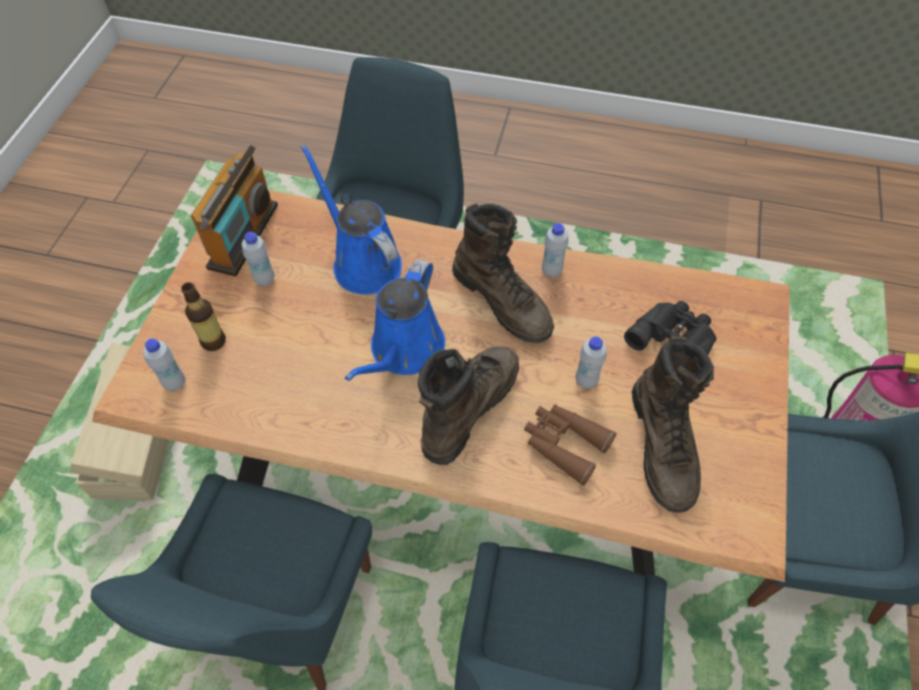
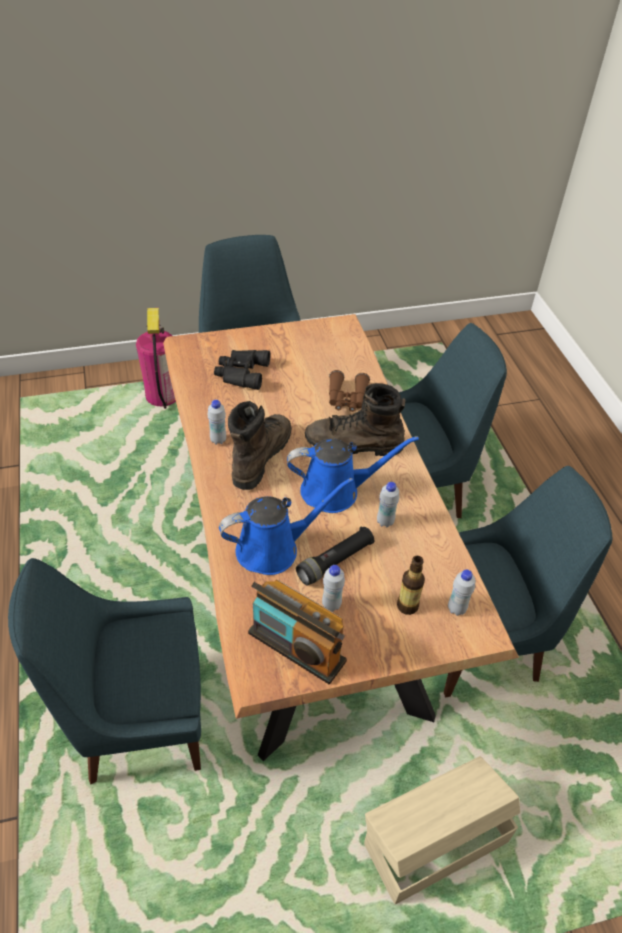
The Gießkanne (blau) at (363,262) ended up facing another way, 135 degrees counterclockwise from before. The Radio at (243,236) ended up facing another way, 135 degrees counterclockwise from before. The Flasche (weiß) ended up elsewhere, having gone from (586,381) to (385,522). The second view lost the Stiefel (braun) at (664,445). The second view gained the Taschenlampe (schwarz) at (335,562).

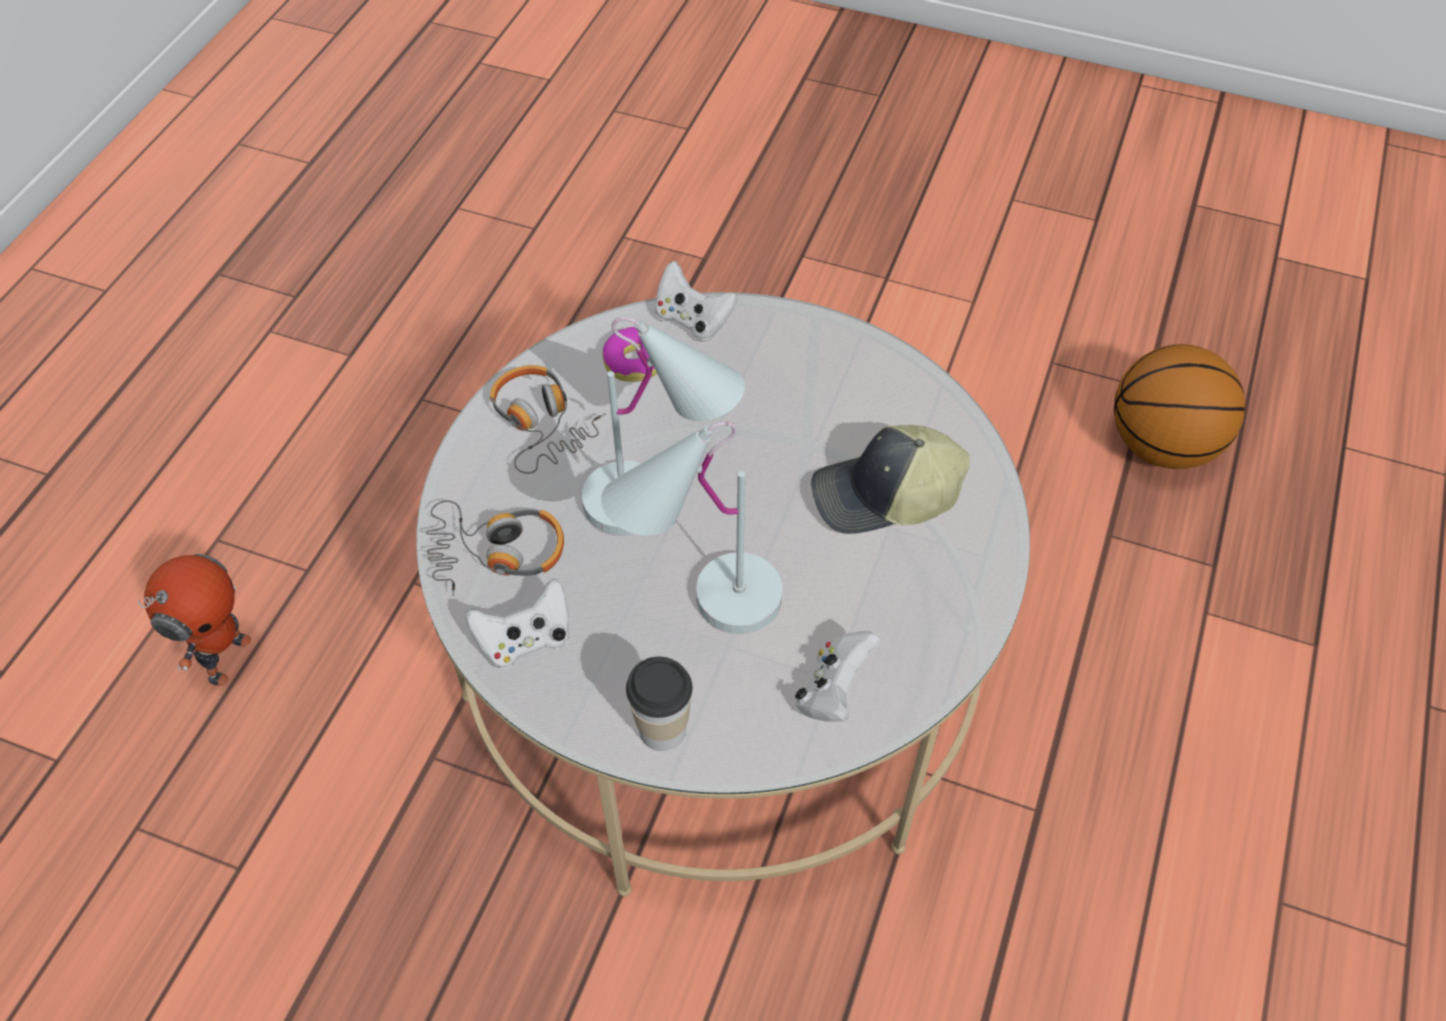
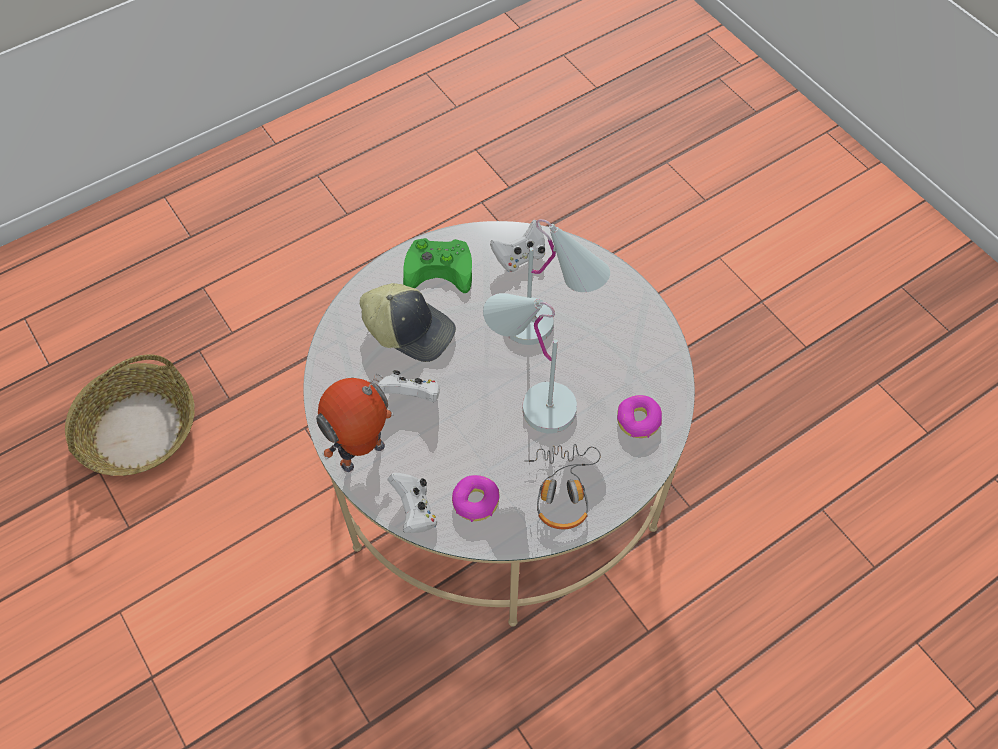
Where the Basketball stood at (1162,446), the Korb came to stand at (138,429). Where the Kopfhörer stood at (497,552), the Donut came to stand at (638,420). The Spielzeugroboter ended up elsewhere, having gone from (226,658) to (364,457). The Gamepad (weiß) ended up elsewhere, having gone from (525,640) to (412,396). The second view lost the Tasse at (662,729). The second view gained the Gamepad (grün) at (441,267).

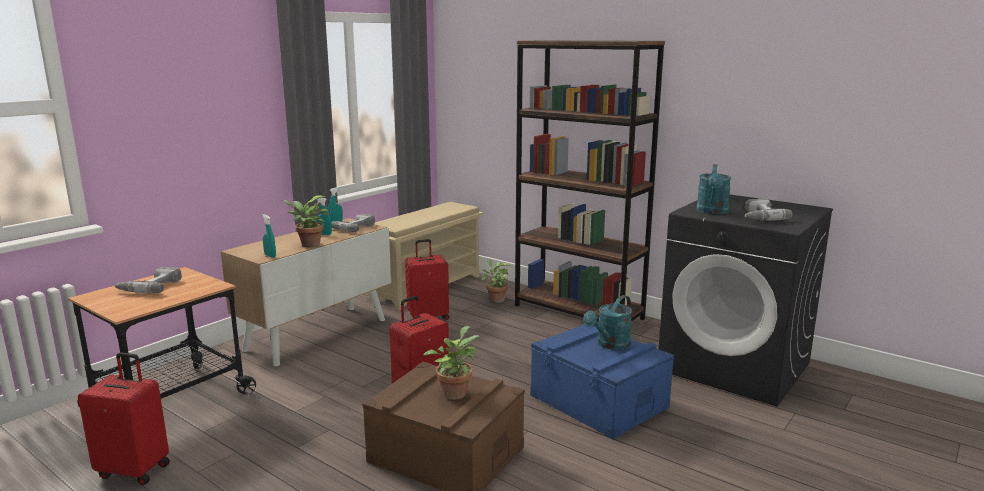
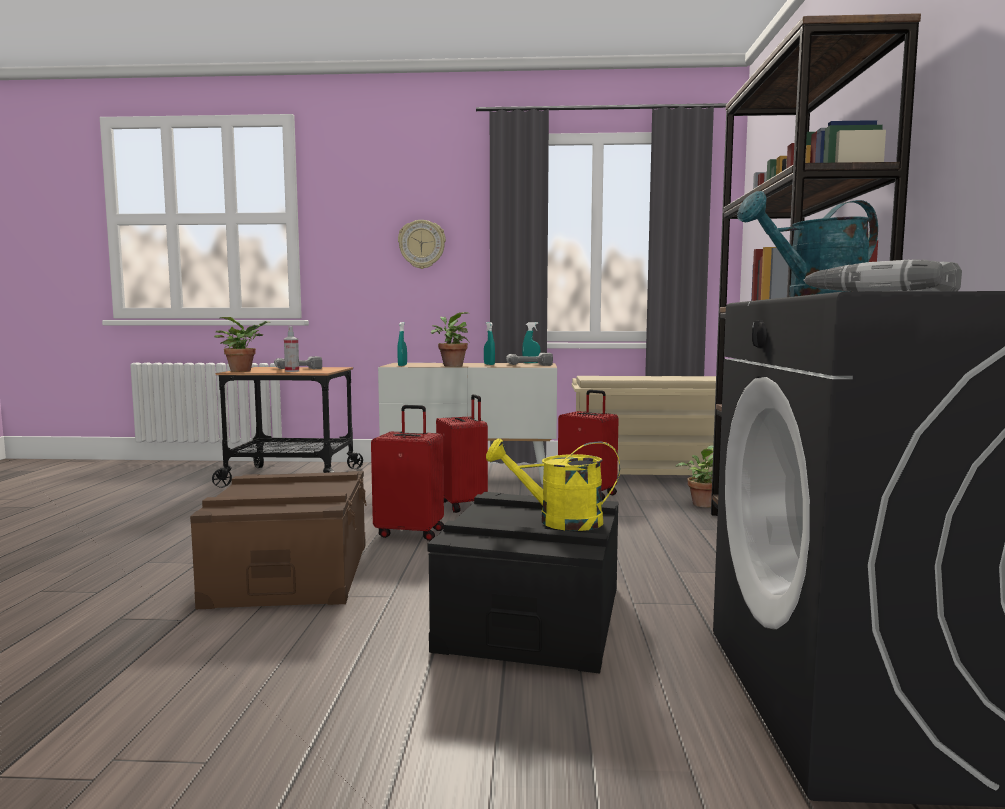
What was the Gießkanne (türkis) at (610,345) turned into the Gießkanne (gelb) at (558,521). What was the Aufbewahrungsbox (blau) at (599,401) turned into the Aufbewahrungsbox (schwarz) at (533,617). The Topfpflanze ended up elsewhere, having gone from (454,392) to (243,371). The Koffer (rot) ended up elsewhere, having gone from (135,470) to (463,505). The second view gained the Wanduhr at (422,244). The second view gained the Sprühflasche at (292,371).

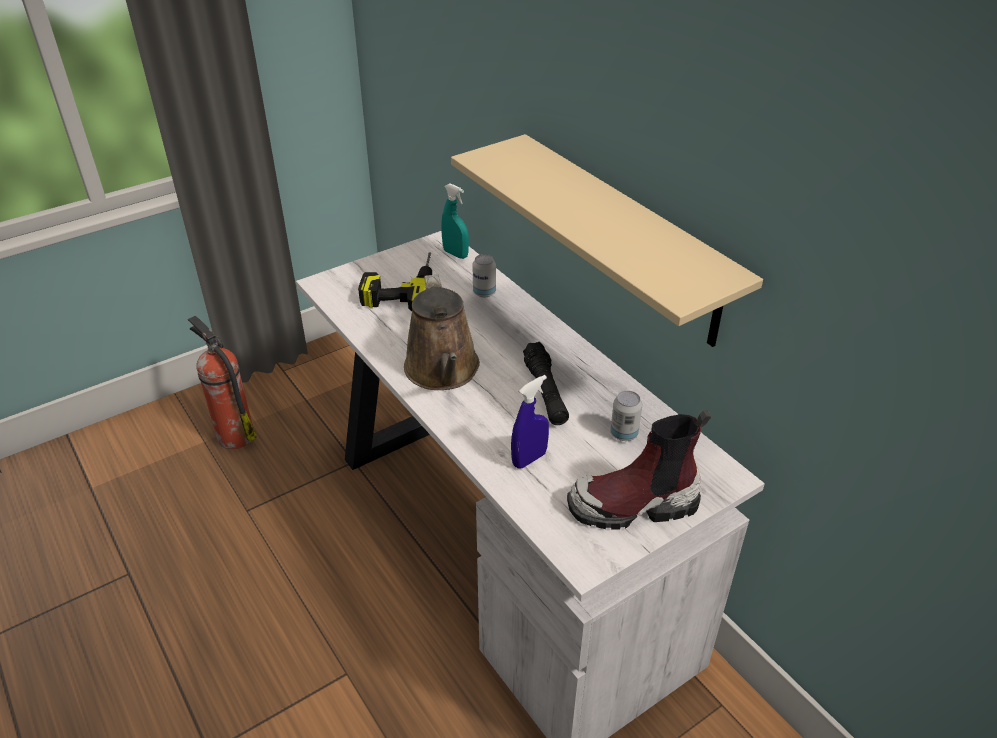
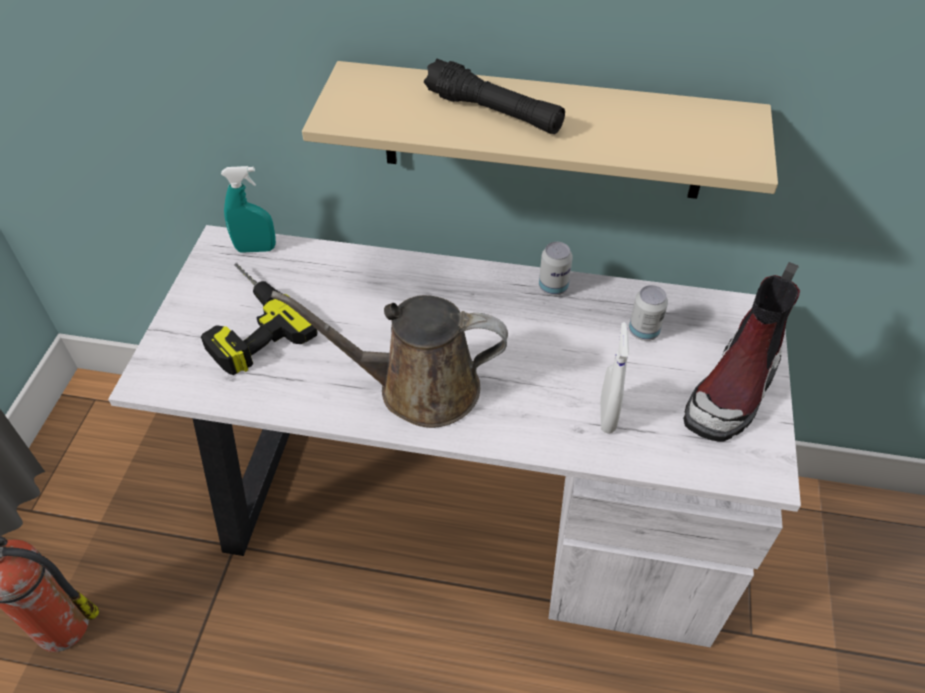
The Dose ended up elsewhere, having gone from (484,292) to (553,287). The Gießkanne (braun) at (443,371) ended up facing another way, 150 degrees clockwise from before. The Taschenlampe (schwarz) ended up elsewhere, having gone from (545,392) to (493,112). What was the Sprühflasche (blau) at (529,459) turned into the Sprühflasche (weiß) at (607,416).

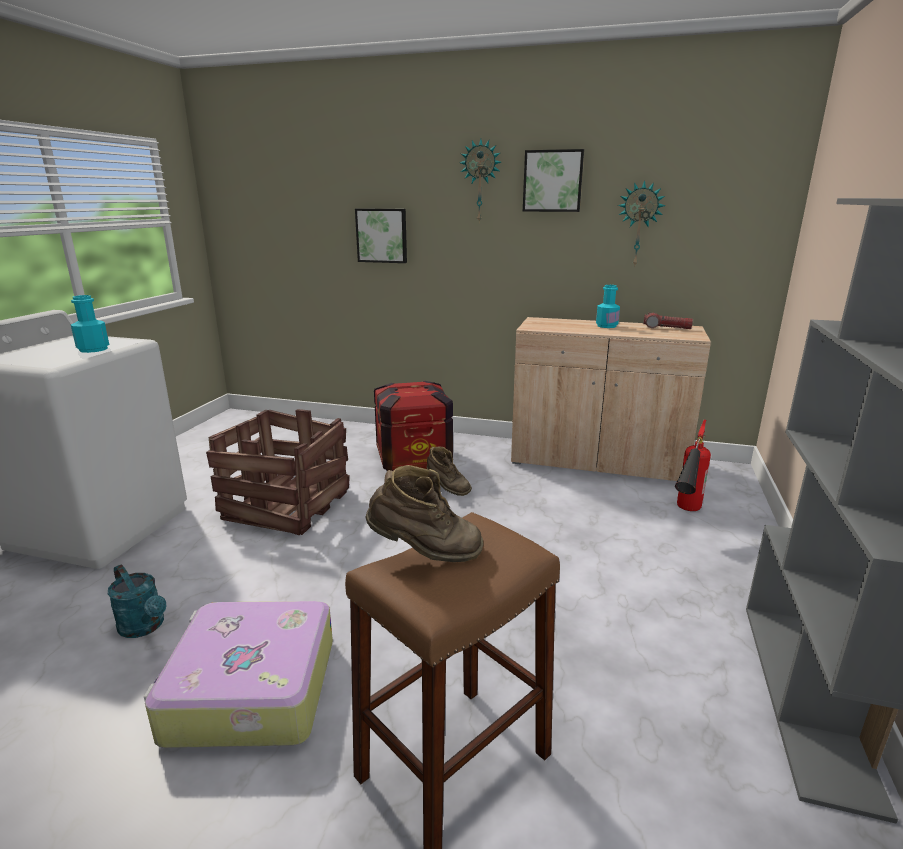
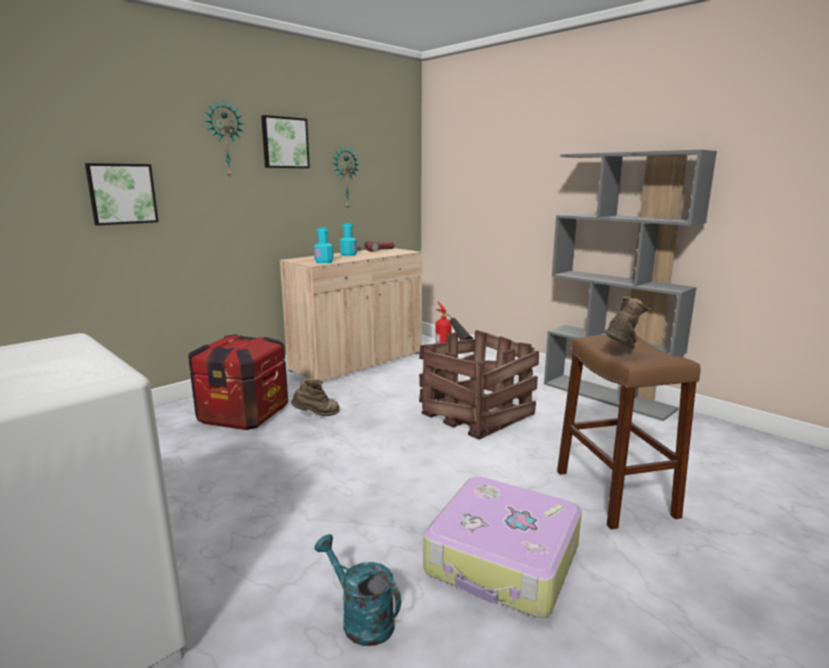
The Flasche (türkis) ended up elsewhere, having gone from (93,349) to (324,262). The Kiste ended up elsewhere, having gone from (286,506) to (477,414). The Gießkanne (türkis) at (145,627) ended up facing another way, 120 degrees counterclockwise from before.

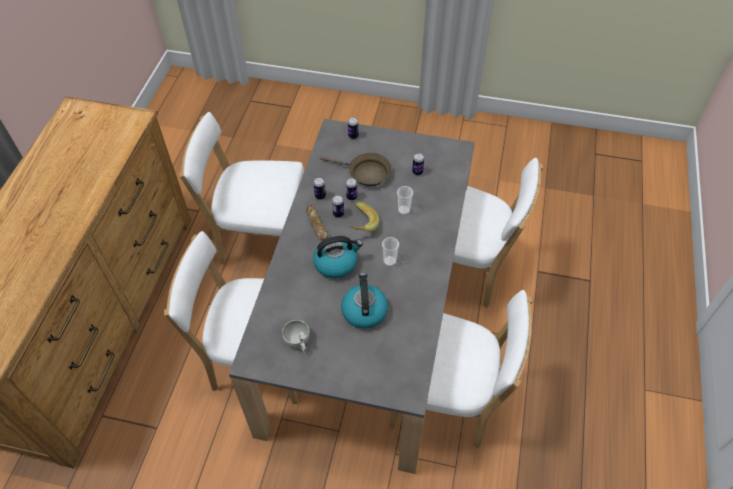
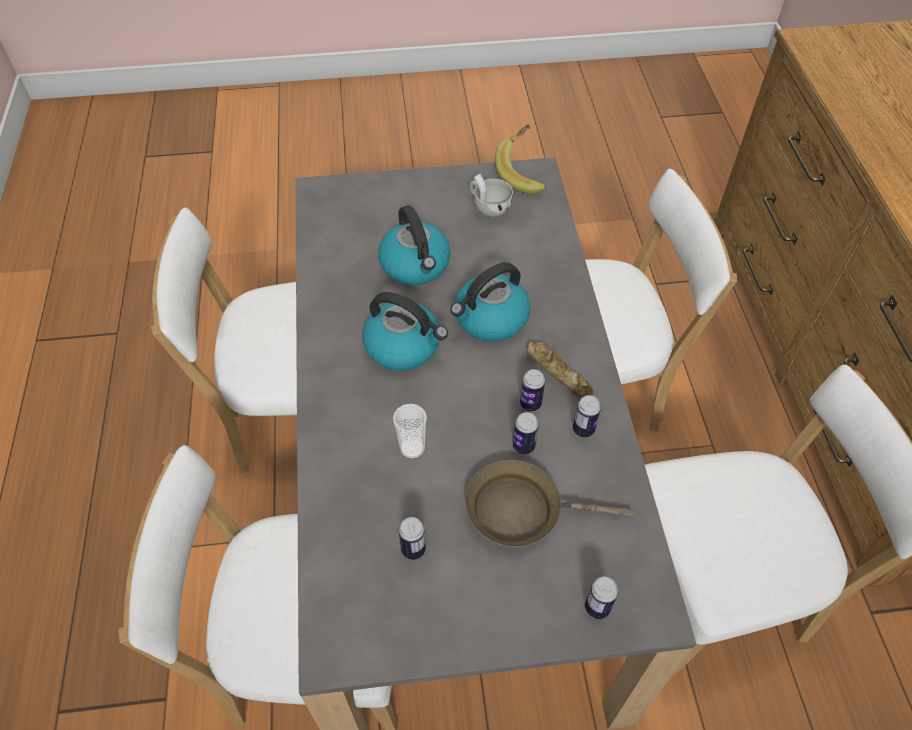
The Banane ended up elsewhere, having gone from (360,225) to (524,172). Where the Tasse stood at (390,261), the Wasserkessel came to stand at (404,346).

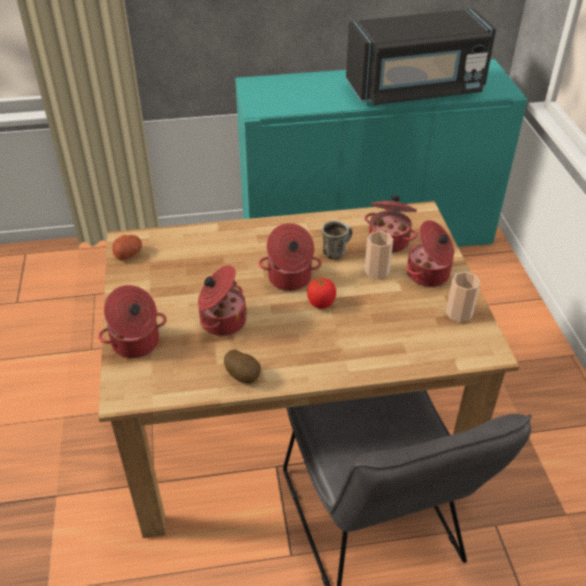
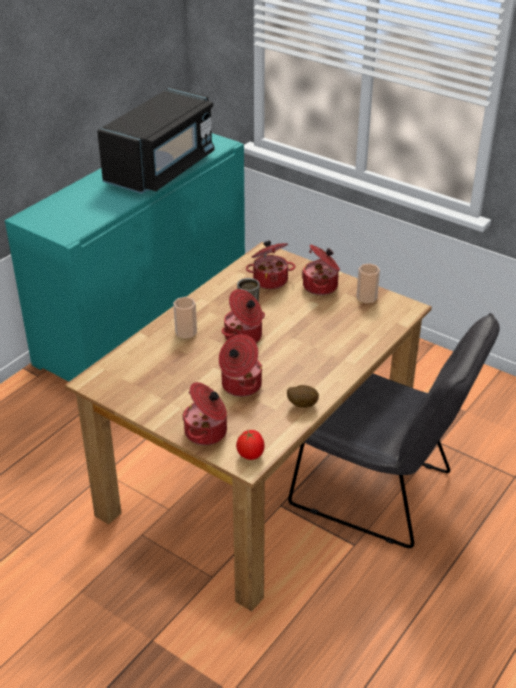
The Tasse ended up elsewhere, having gone from (376,271) to (186,332). The second view lost the Kartoffel at (128,253). The Tomate ended up elsewhere, having gone from (321,303) to (250,454).

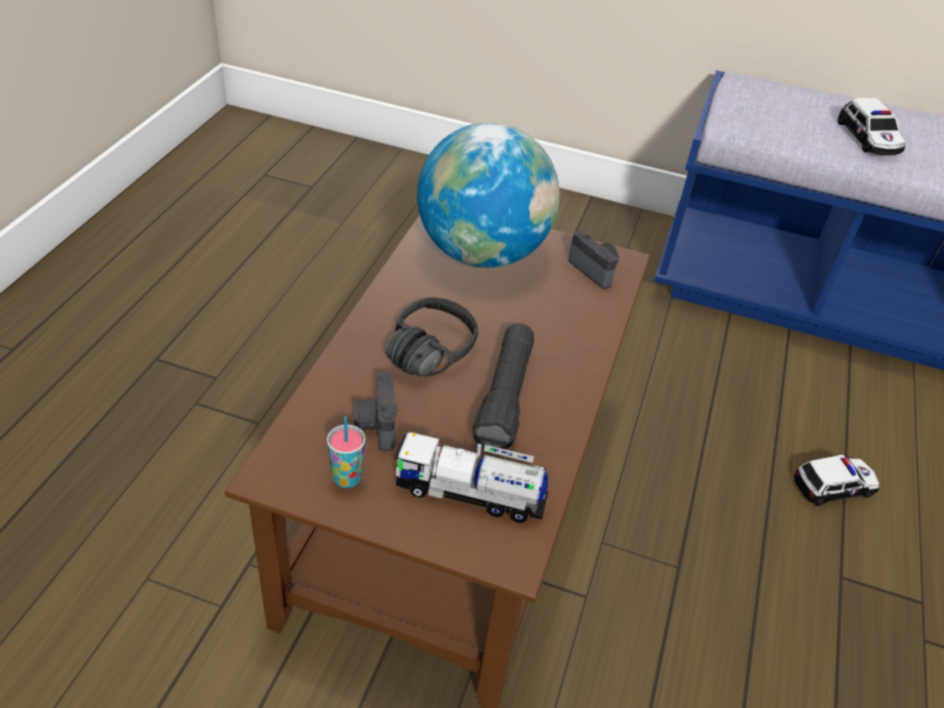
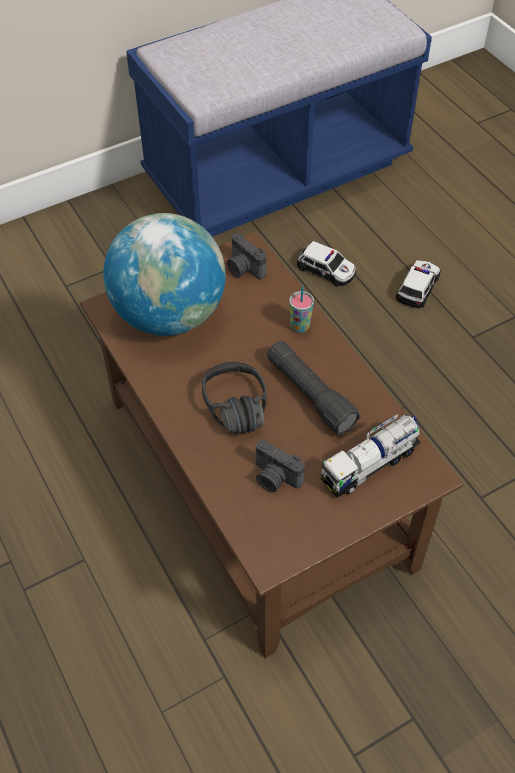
The Spielzeugauto ended up elsewhere, having gone from (868,138) to (326,270). The Kamera at (595,270) ended up facing another way, 135 degrees counterclockwise from before. The Tasse ended up elsewhere, having gone from (347,478) to (300,326).

